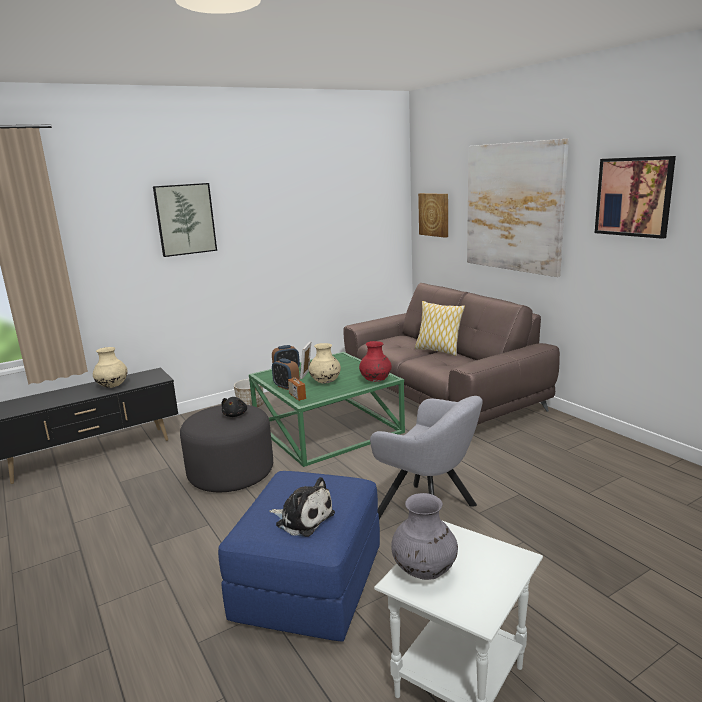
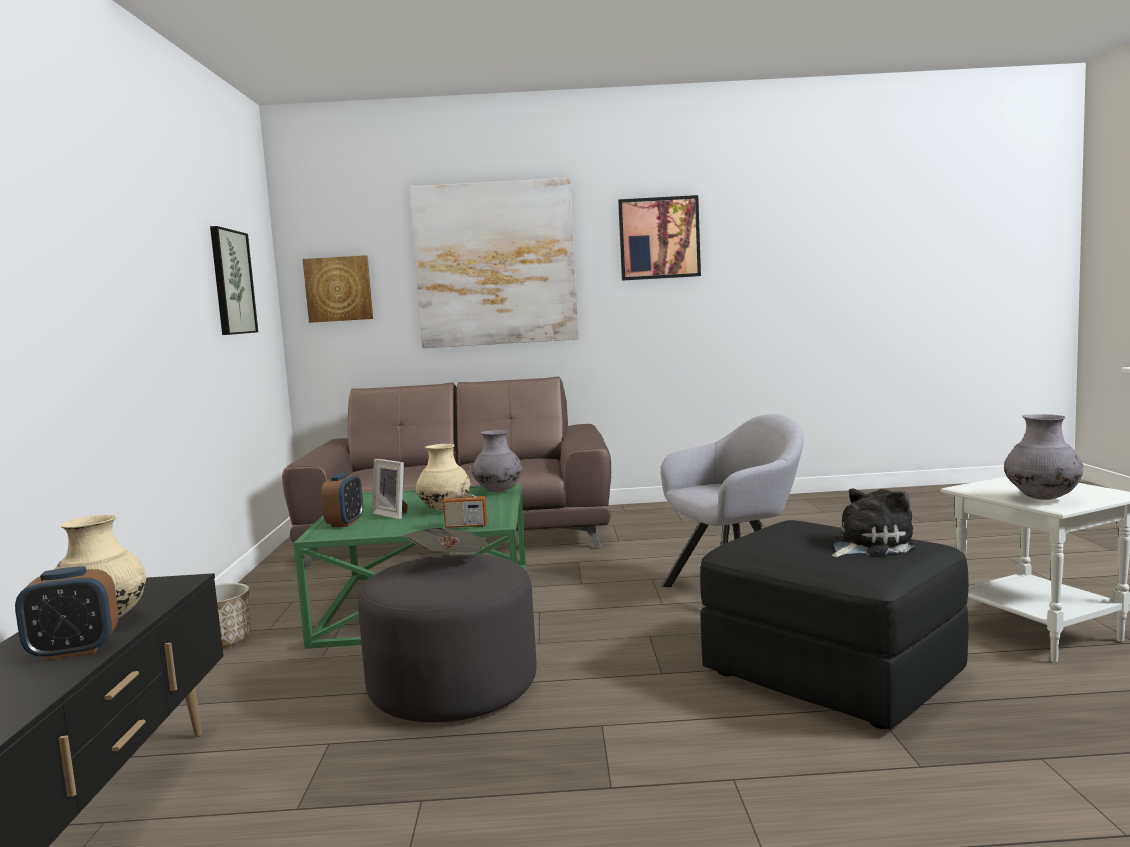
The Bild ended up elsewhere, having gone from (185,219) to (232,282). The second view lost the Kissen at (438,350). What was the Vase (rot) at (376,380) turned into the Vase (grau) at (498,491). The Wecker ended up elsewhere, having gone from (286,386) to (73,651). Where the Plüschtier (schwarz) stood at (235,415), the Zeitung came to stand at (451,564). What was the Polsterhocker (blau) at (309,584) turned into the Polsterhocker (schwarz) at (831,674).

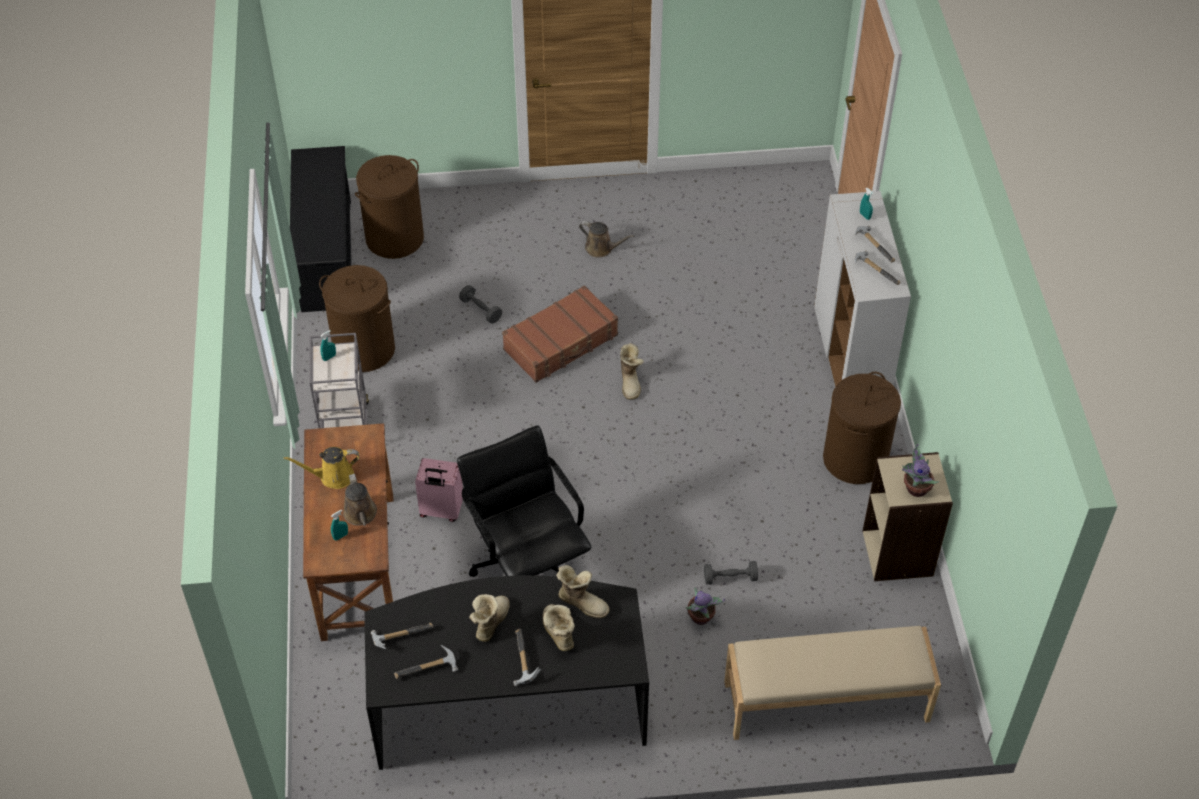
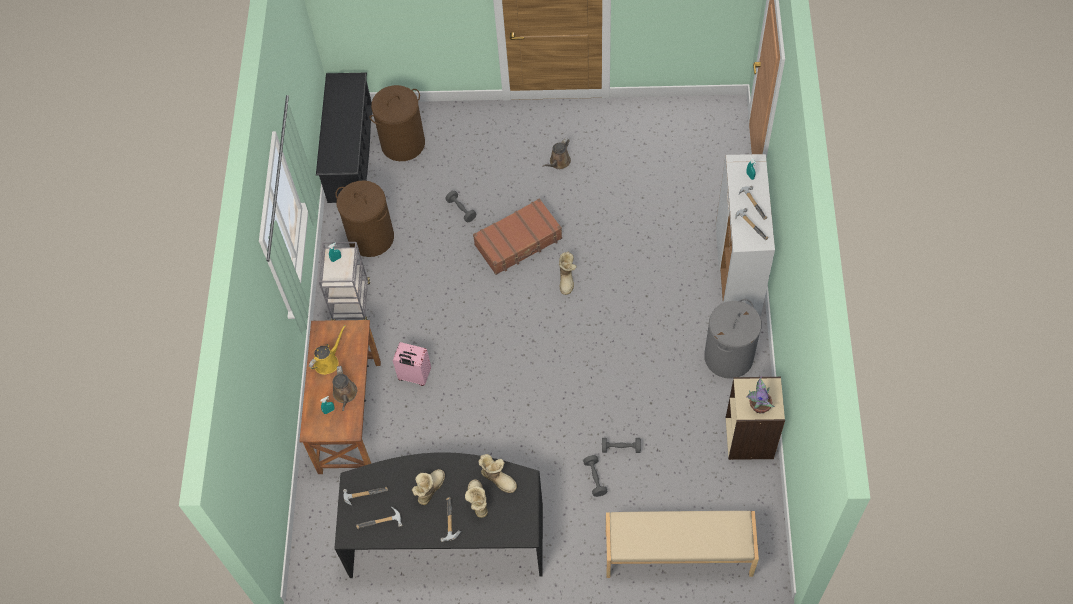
The Gießkanne (braun) at (601,248) ended up facing another way, 90 degrees clockwise from before. What was the Wäschekorb (braun) at (855,459) turned into the Wäschekorb (grau) at (729,357). The second view lost the Bürostuhl (schwarz) at (527,565). The Gießkanne (gelb) at (333,476) ended up facing another way, 135 degrees clockwise from before. Where the Topfpflanze stood at (701,618), the Hantel (grau) came to stand at (595,478).

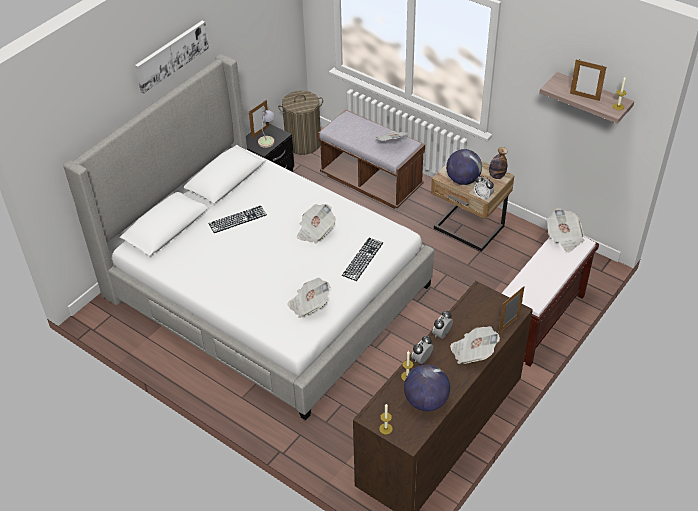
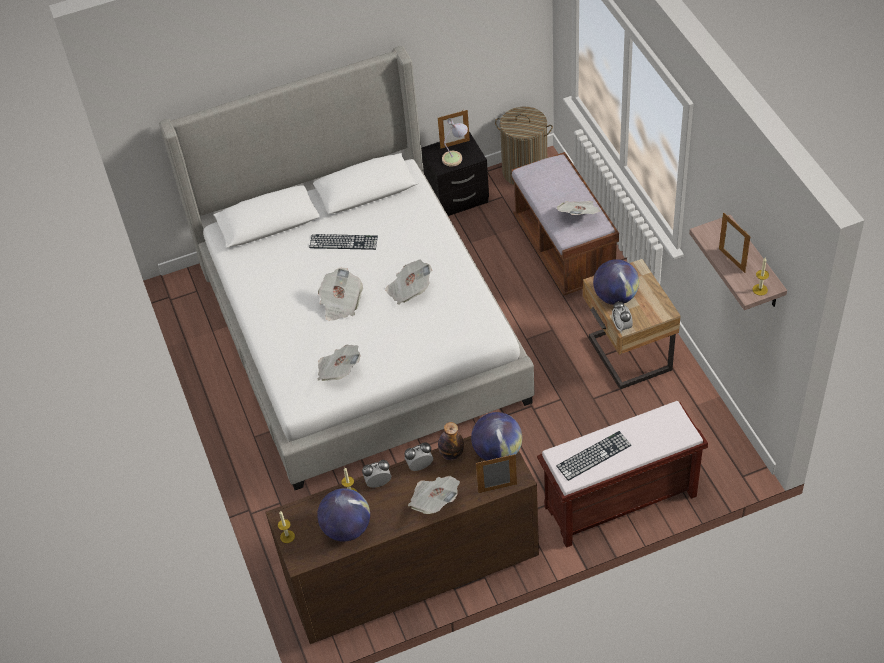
The second view lost the Bild at (171,55). The Flasche ended up elsewhere, having gone from (496,176) to (451,454). The Zeitung ended up elsewhere, having gone from (564,238) to (340,303). The Tastatur ended up elsewhere, having gone from (362,259) to (594,455). The second view gained the Globus at (497,452).

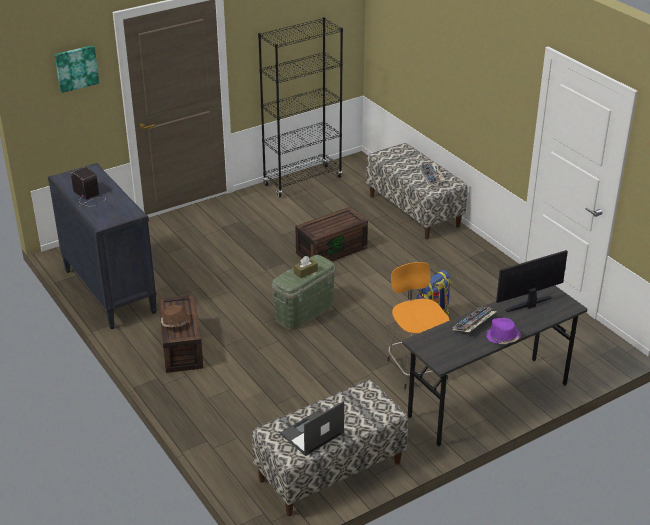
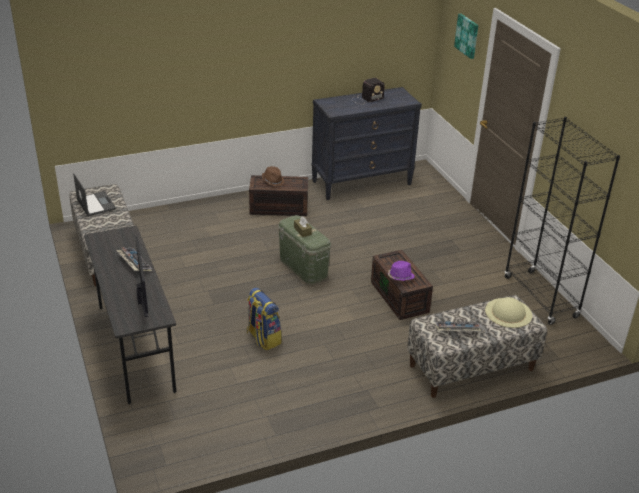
The second view lost the Hocker (orange) at (416,368). The Hut (lila) ended up elsewhere, having gone from (502,337) to (400,277). The second view gained the Hut (beige) at (508,312).

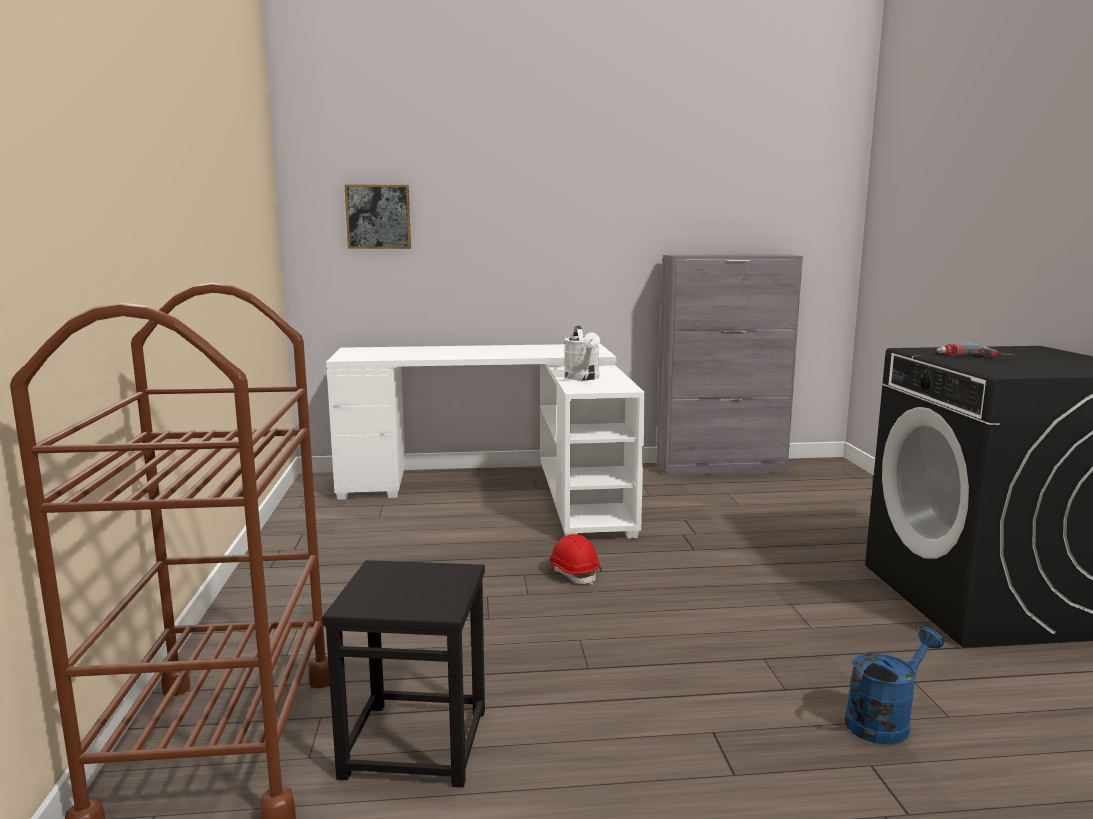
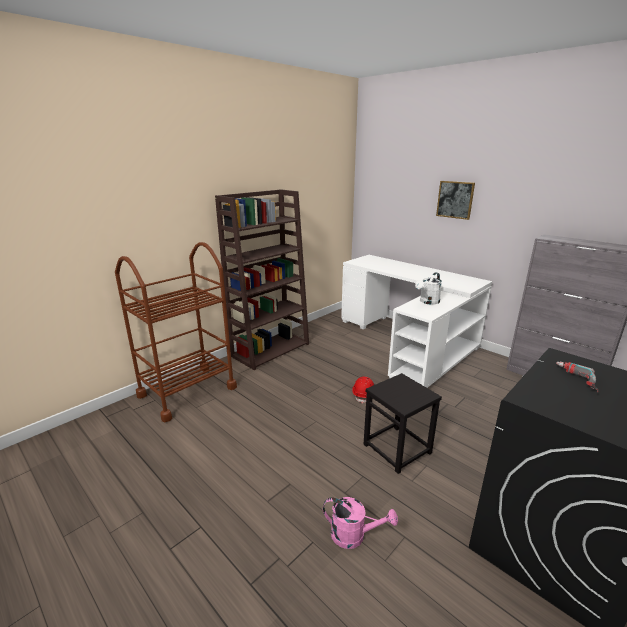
The Bild ended up elsewhere, having gone from (378,217) to (455,199). The Hocker (schwarz) ended up elsewhere, having gone from (416,742) to (397,448). What was the Gießkanne (blau) at (884,720) turned into the Gießkanne (rosa) at (354,535). The second view gained the Bücherregal (braun) at (270,349).

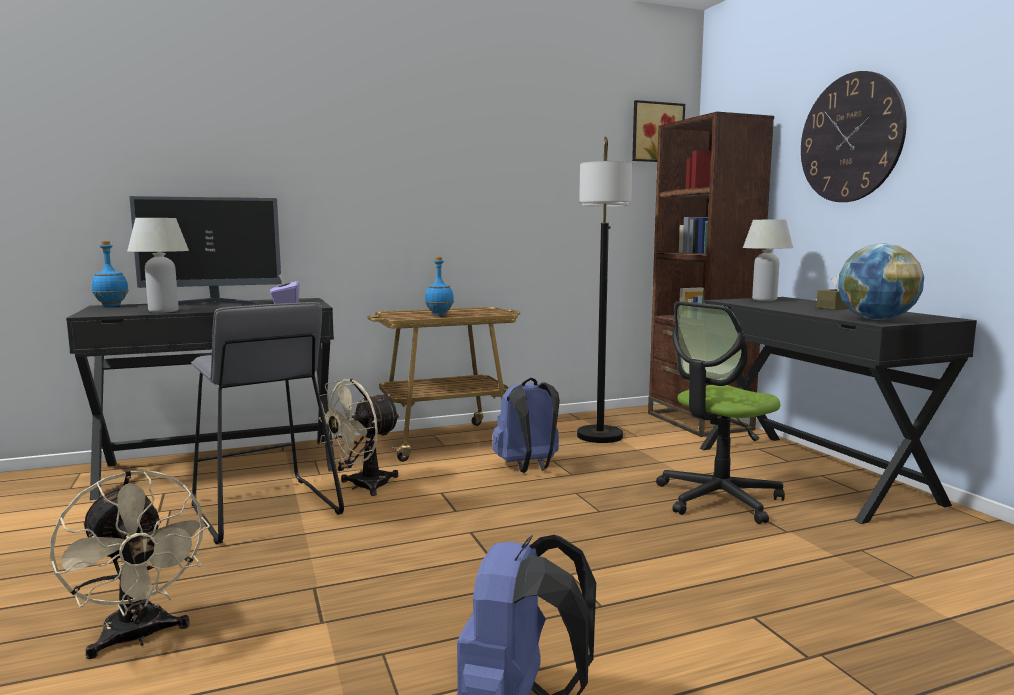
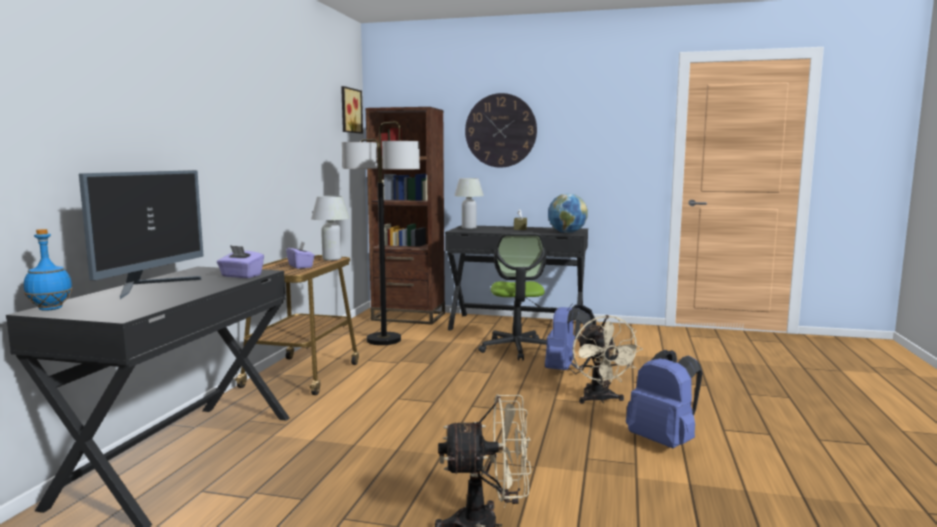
The Tischlampe (weiß) ended up elsewhere, having gone from (163,311) to (331,259). Where the Flasche (blau) stood at (439,315), the Taschentuchbox (lila) came to stand at (301,266). The second view lost the Hocker (grau) at (263,509). The Rucksack (blau) ended up elsewhere, having gone from (528,467) to (566,370). The Ventilator (beige) ended up elsewhere, having gone from (362,486) to (600,400).

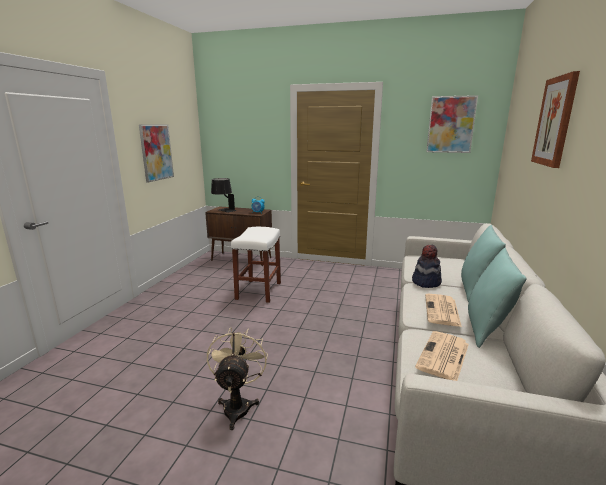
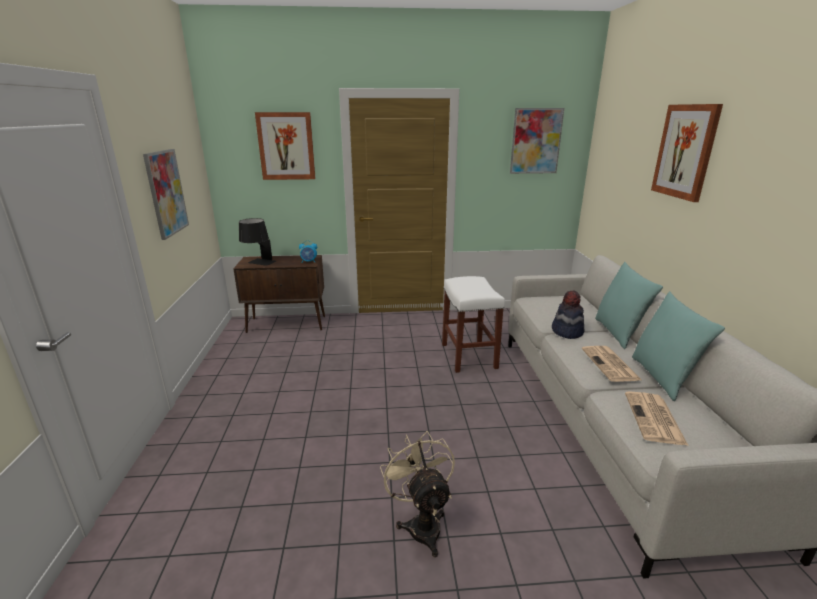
The Hocker (weiß) ended up elsewhere, having gone from (258,290) to (468,355). The second view gained the Bild at (286,146).

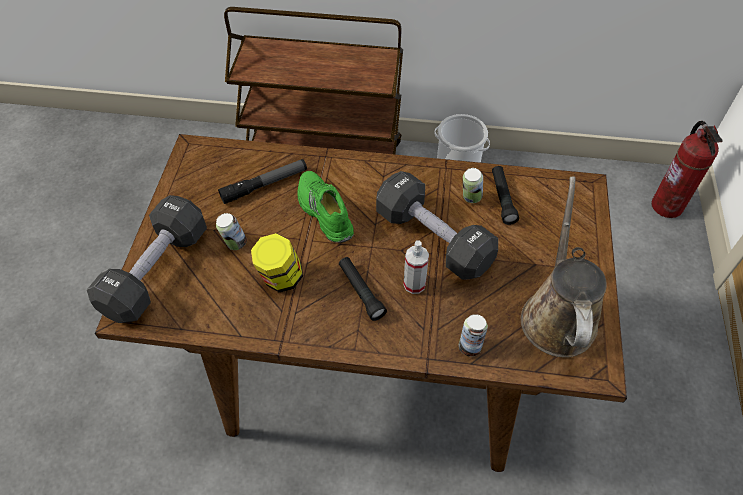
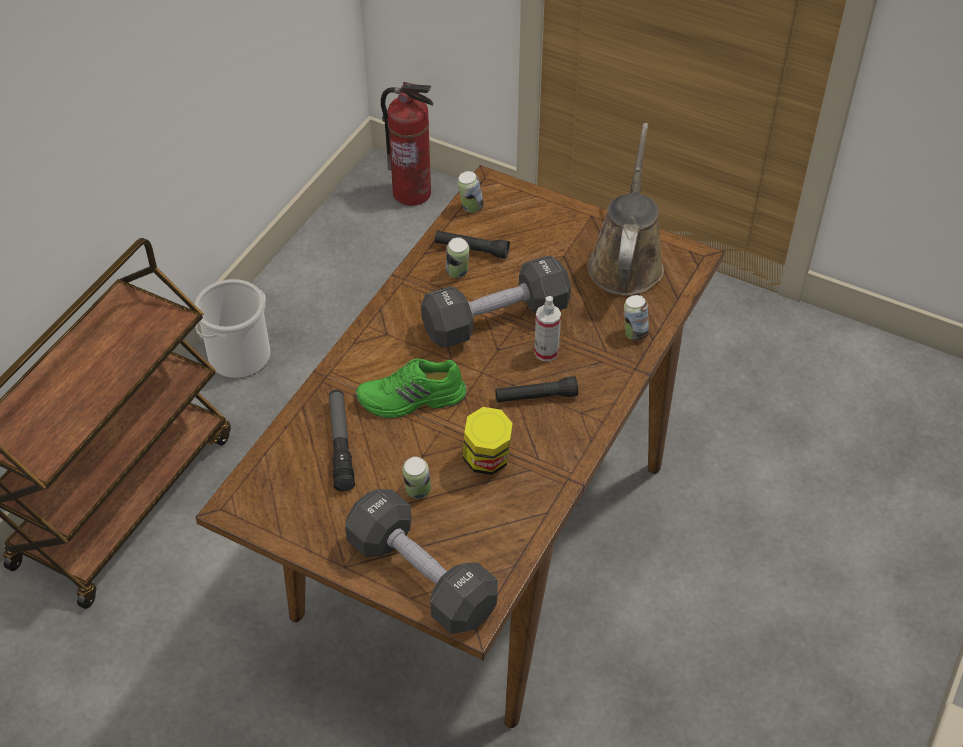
The Gießkanne (braun) at (557,314) ended up facing another way, 75 degrees clockwise from before. The second view gained the Dose at (470,208).

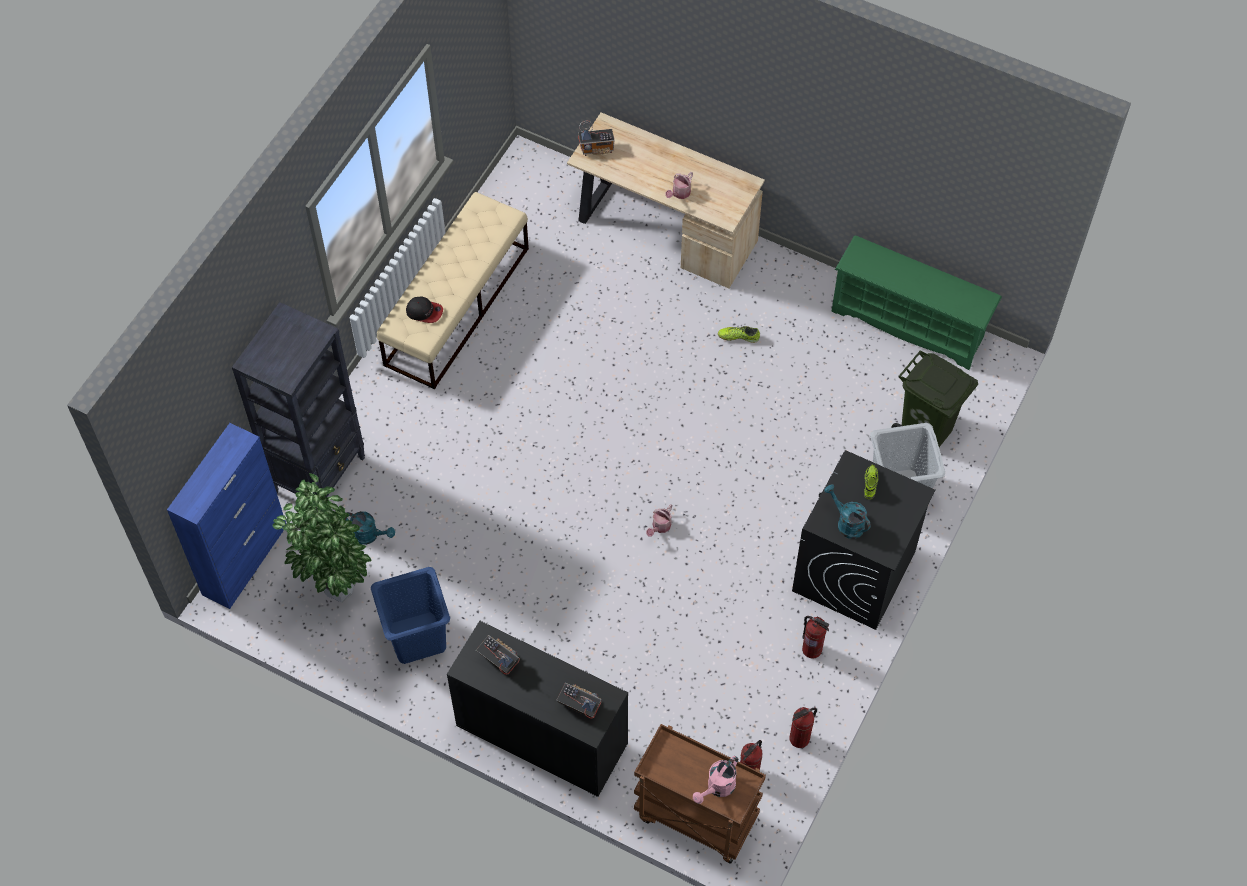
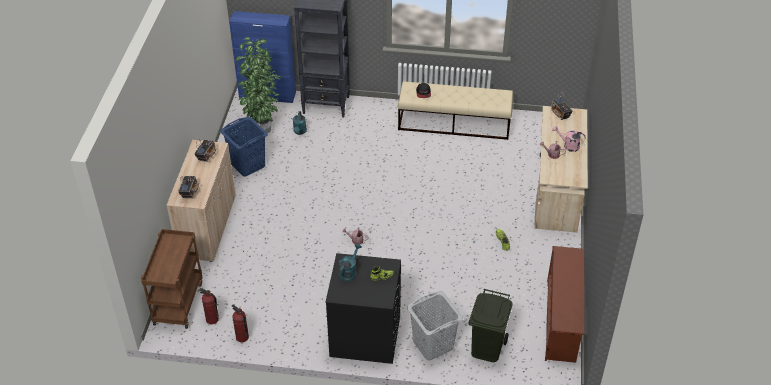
What was the Schuhregal (grün) at (909,323) turned into the Schuhregal (braun) at (562,320). The second view lost the Feuerlöscher at (812,649). What was the Schrank (schwarz) at (542,735) turned into the Schrank (beige) at (208,226). The Gießkanne (rosa) ended up elsewhere, having gone from (718,788) to (568,146).

